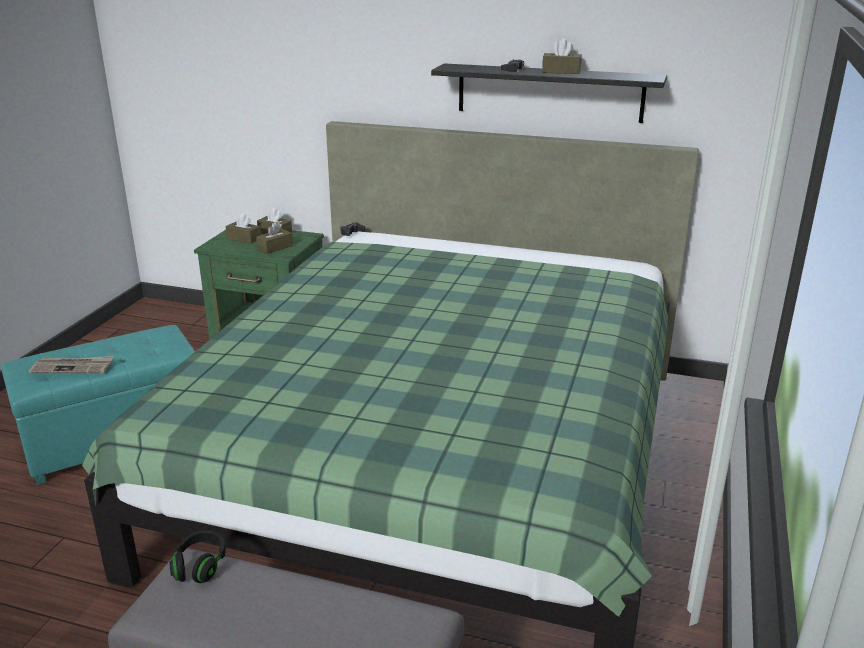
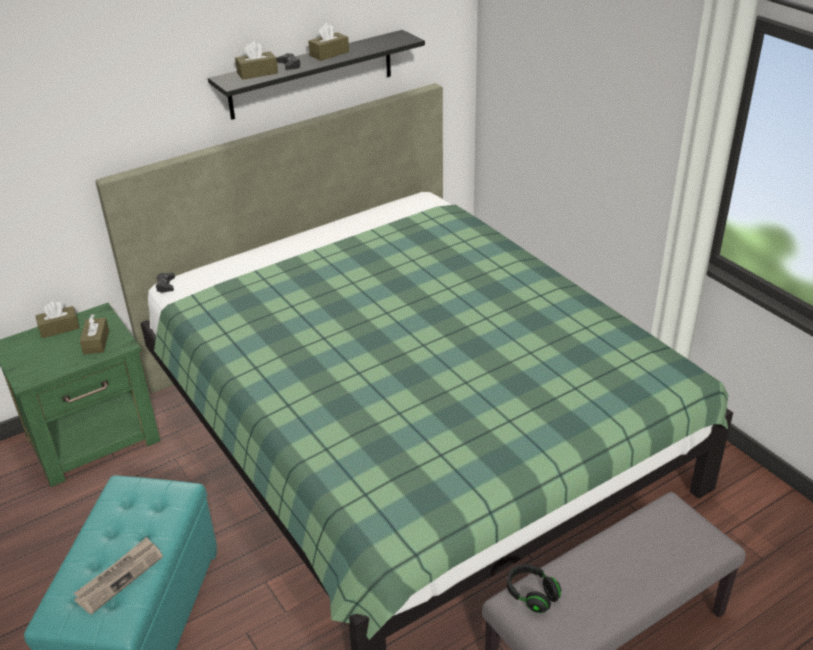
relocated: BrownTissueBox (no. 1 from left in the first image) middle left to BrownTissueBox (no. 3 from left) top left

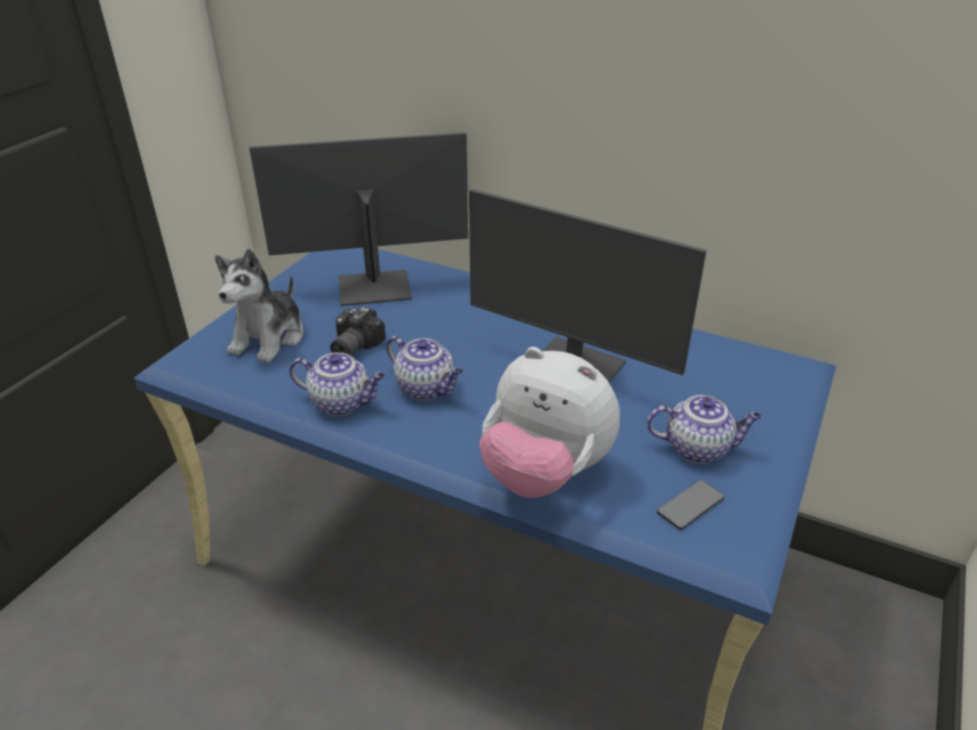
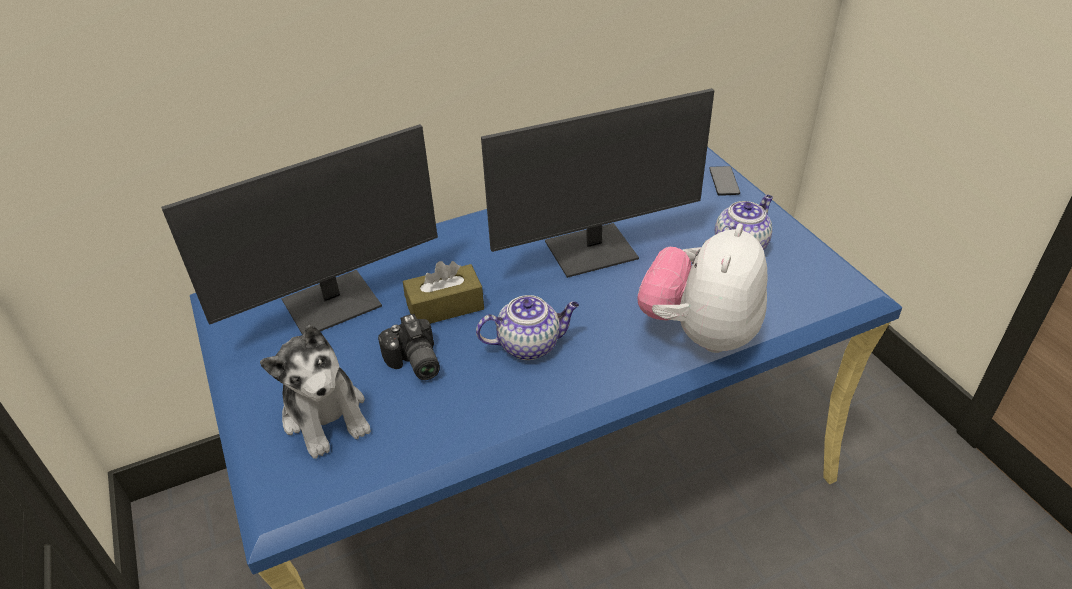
missing: Teapot (no. 1 from left) centre
appeared: BrownTissueBox centre
relocated: Phone bottom right to top right
spun: Monitor (no. 1 from left) top centre = middle left 150 degrees counterclockwise; PlushToy (no. 2 from left) centre = centre 135 degrees clockwise

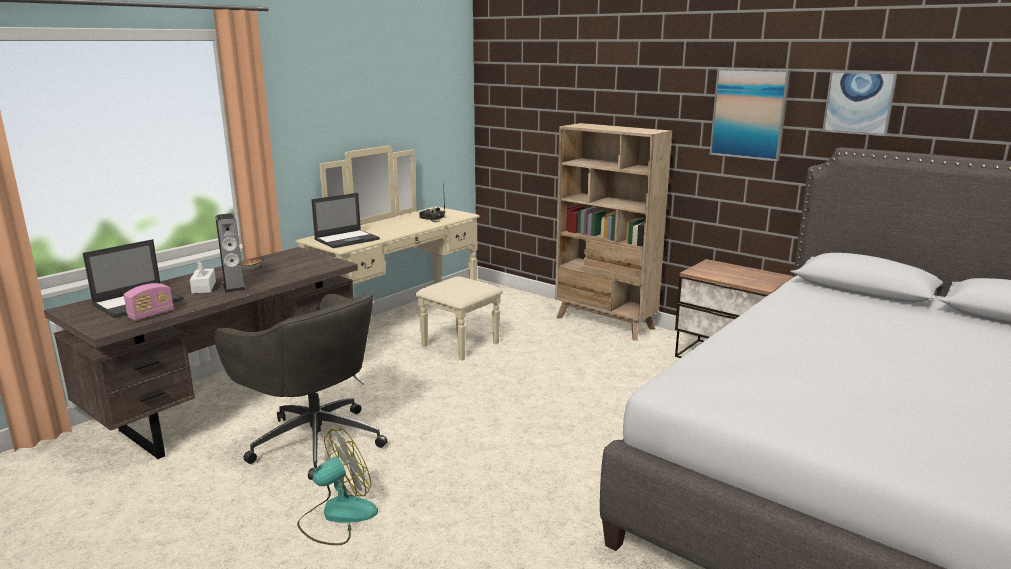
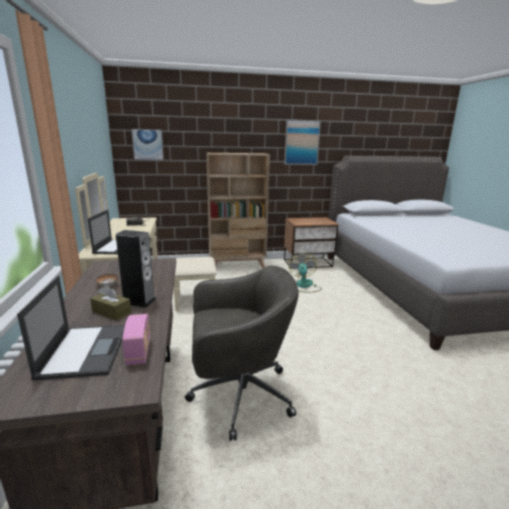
relocated: Picture (no. 2 from left in the first image) top right to Picture (no. 1 from left) top left; Fan bottom centre to centre
colour: WhiteTissueBox middle left to BrownTissueBox middle left

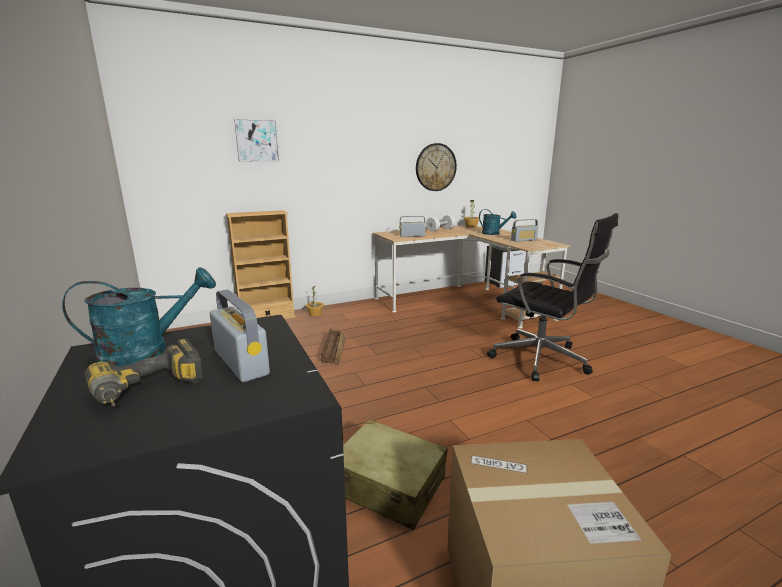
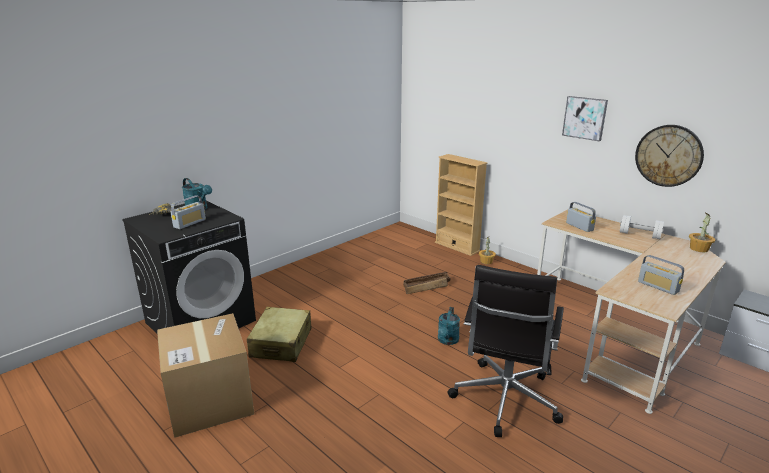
relocated: TurquoiseWateringCan (no. 2 from left) centre to bottom centre; Picture top left to top right

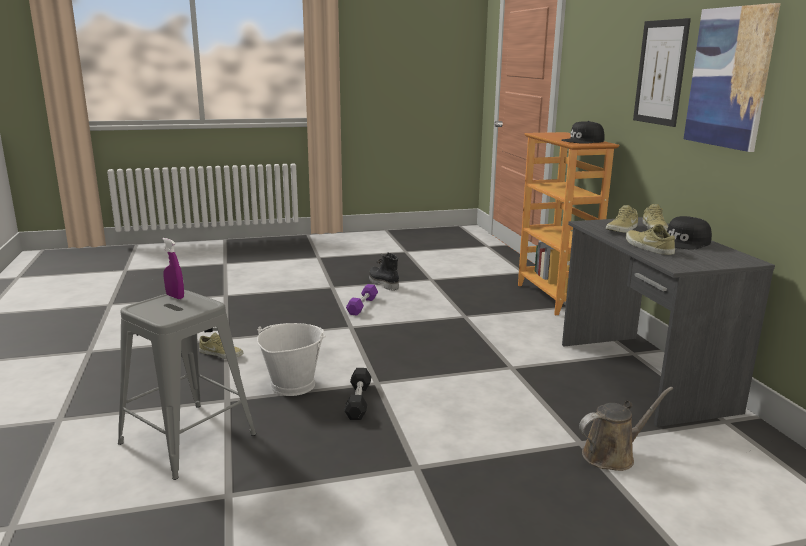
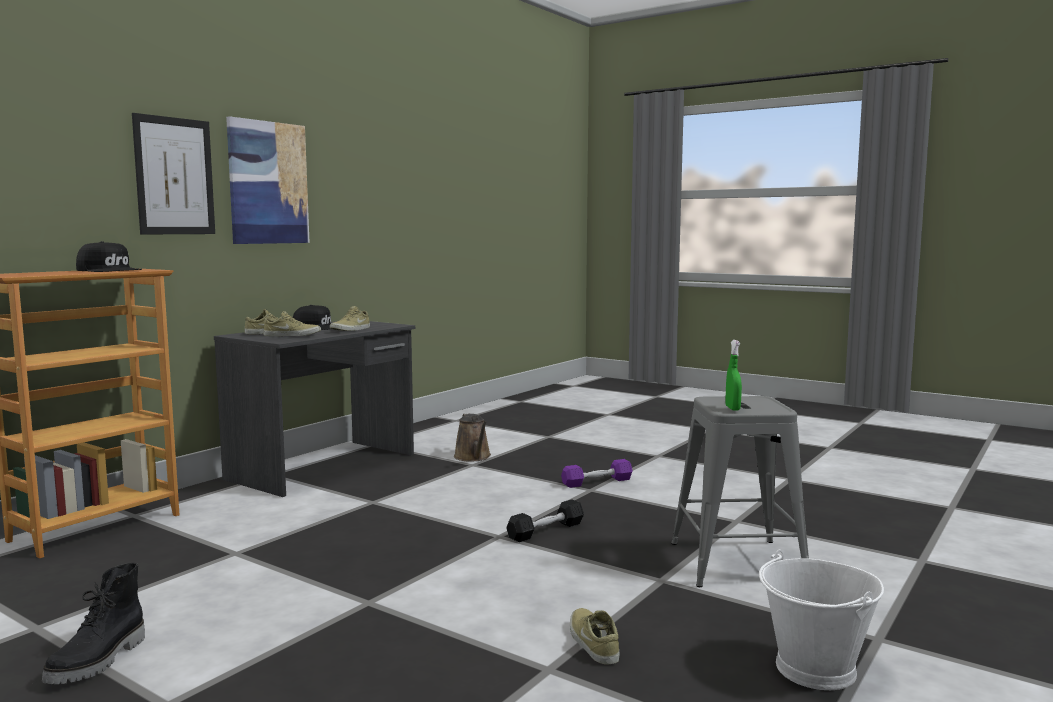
relocated: PurpleDumbbell centre to bottom centre; WhiteBucket centre to bottom right
colour: PurpleSprayBottle middle left to GreenSprayBottle middle right
spun: BrownWateringCan bottom right = centre 135 degrees counterclockwise

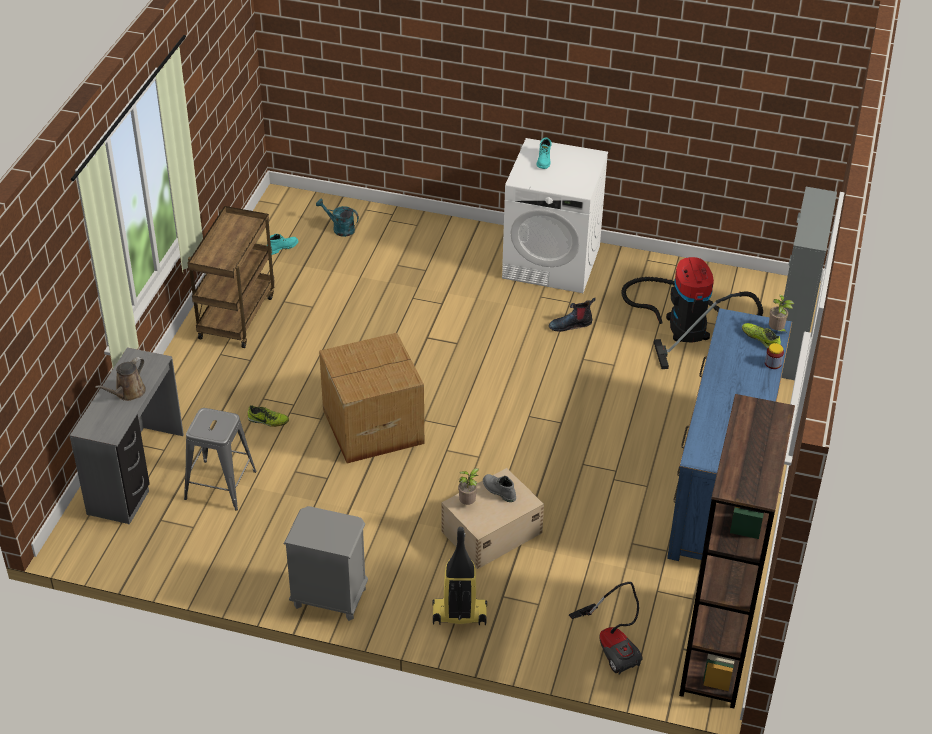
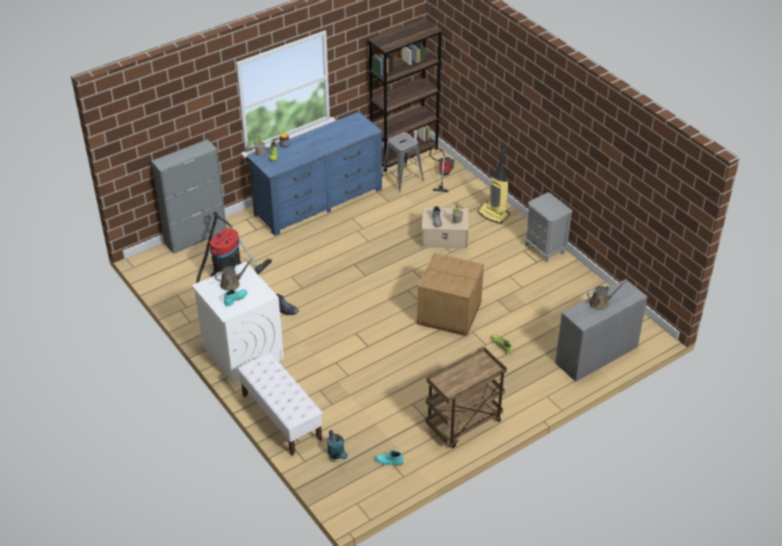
appeared: BrownWateringCan (no. 1 from left) middle left; WhiteBench bottom centre
relocated: GreyStool middle left to top centre

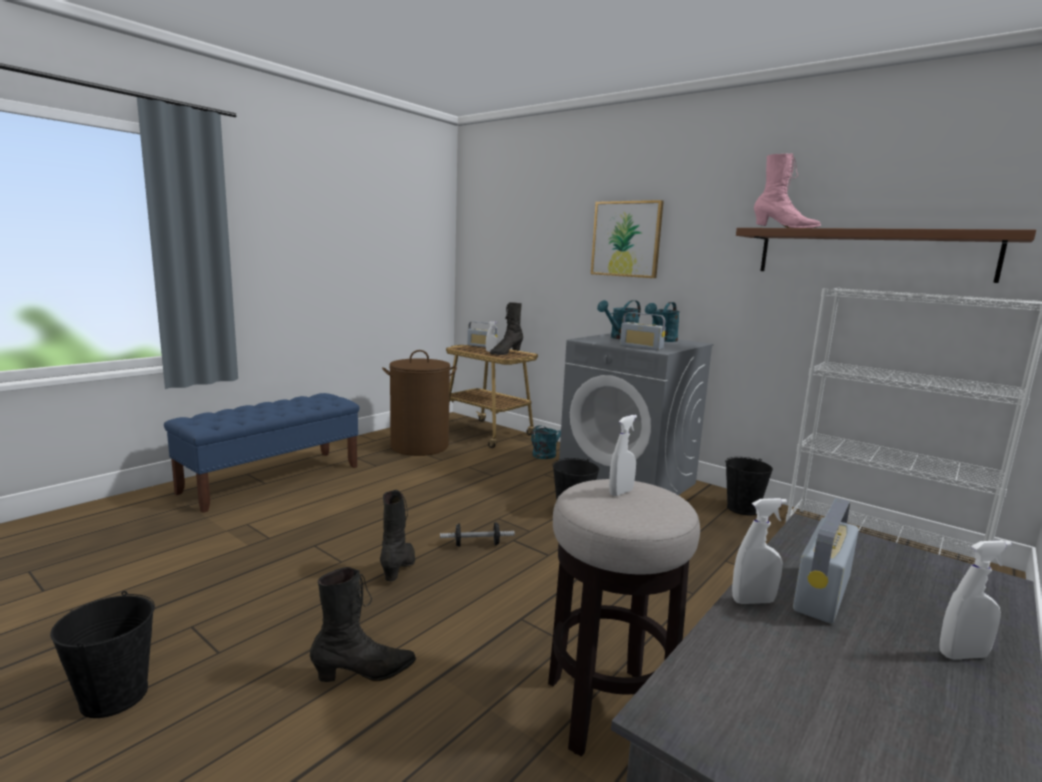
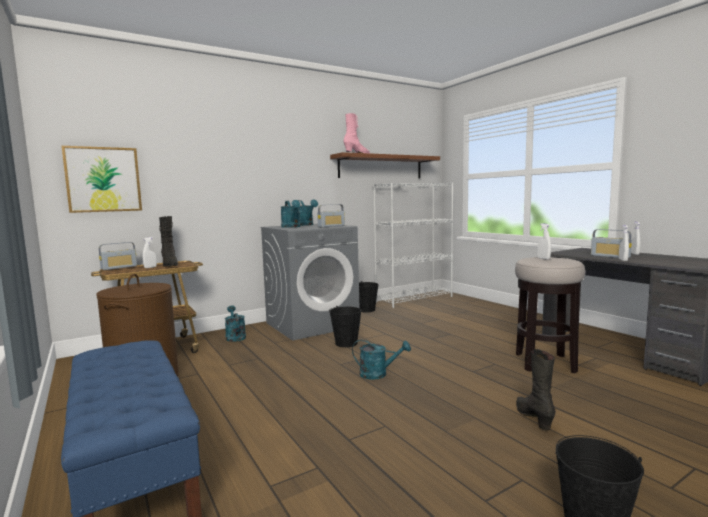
missing: BlackBoot (no. 2 from left) bottom centre
relocated: Picture top centre to middle left
exchanged: Dumbbell bottom centre to TurquoiseWateringCan (no. 4 from left) bottom centre

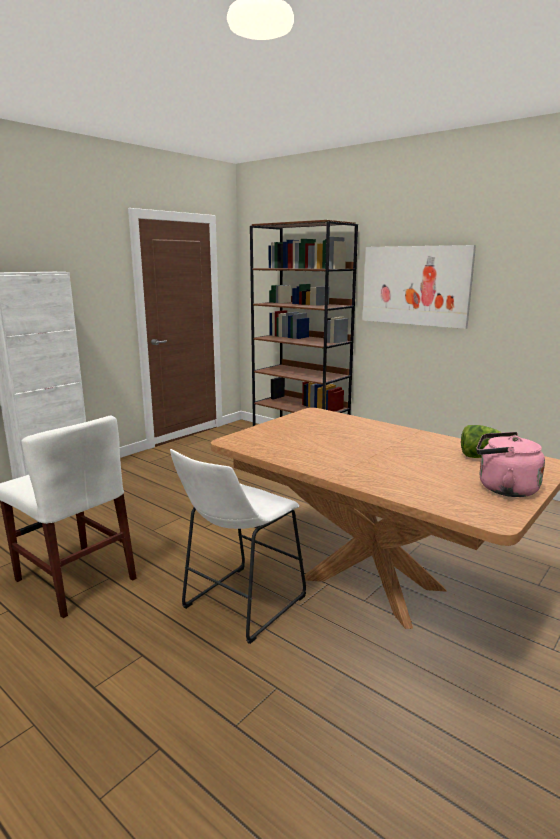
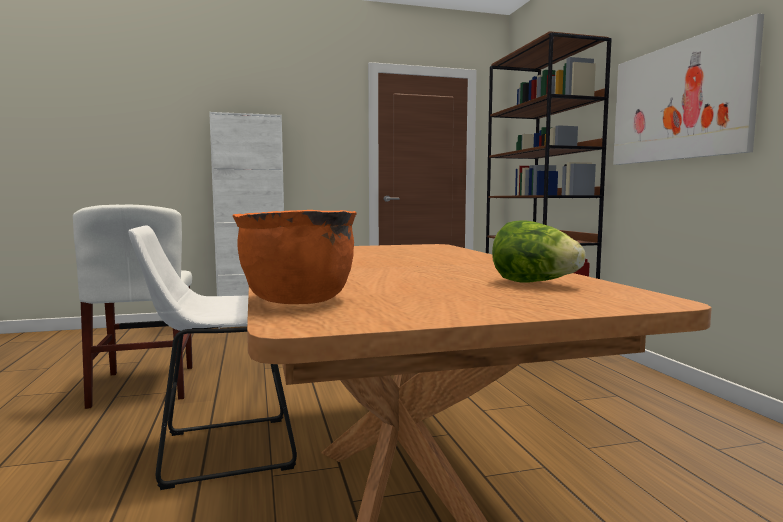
missing: PinkKettle middle right
appeared: OrangeCookingPot centre

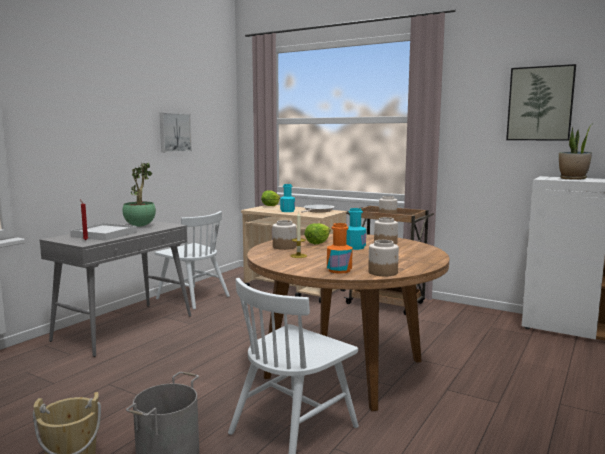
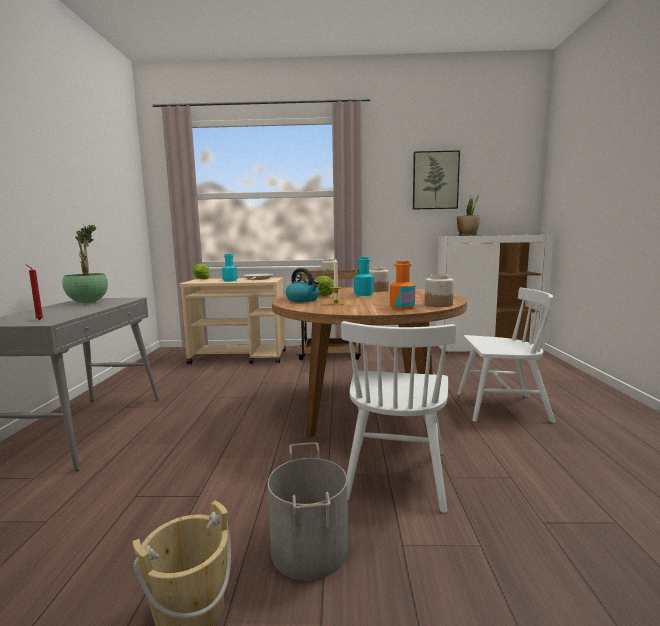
missing: WhiteTray middle left; Picture (no. 1 from left) top left
relocated: WhiteChair (no. 1 from left in the first image) middle left to WhiteChair (no. 2 from left) middle right
exchanged: Jar (no. 1 from left) centre to Kettle centre

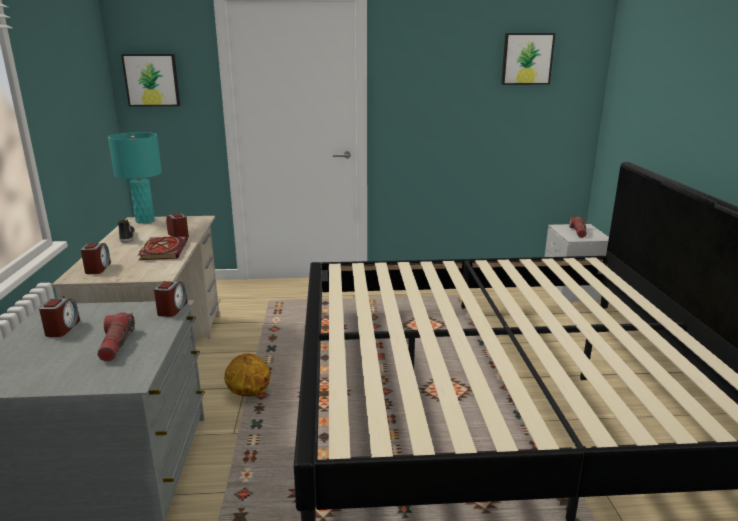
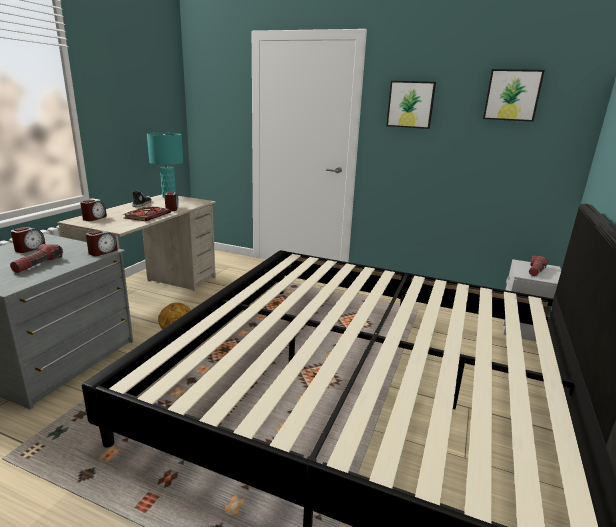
relocated: Picture (no. 1 from left) top left to top right

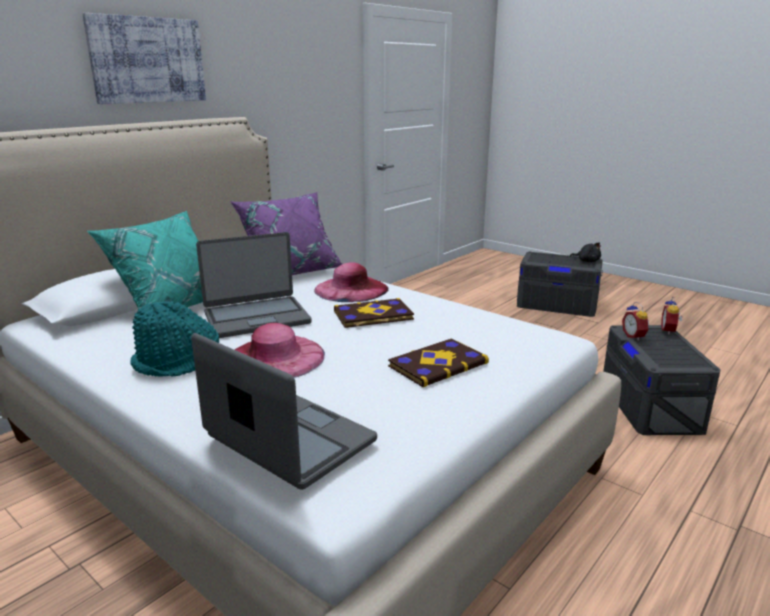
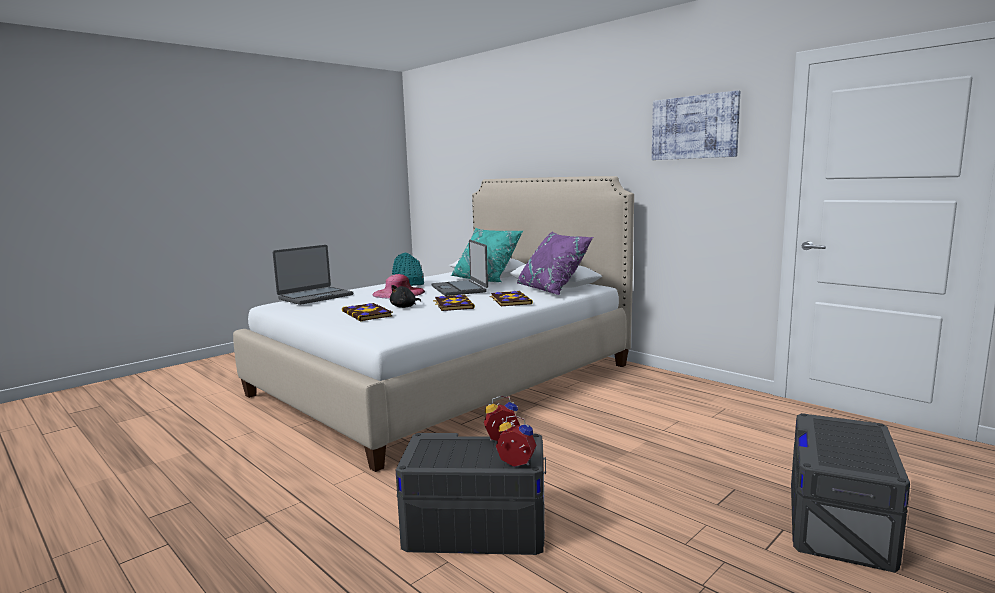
relocated: BlackPlushToy middle right to centre; Picture top left to top right
exchanged: PinkHat (no. 2 from left) centre to Book (no. 3 from left) centre

